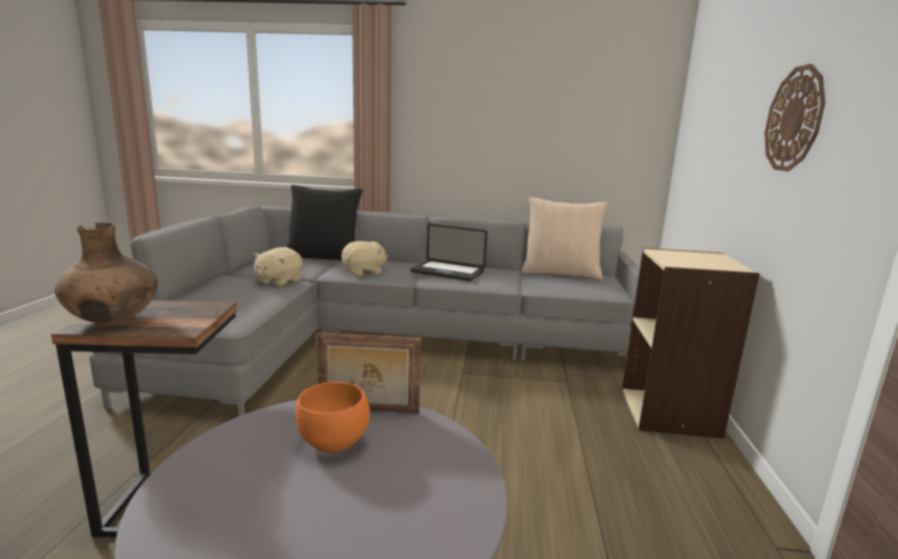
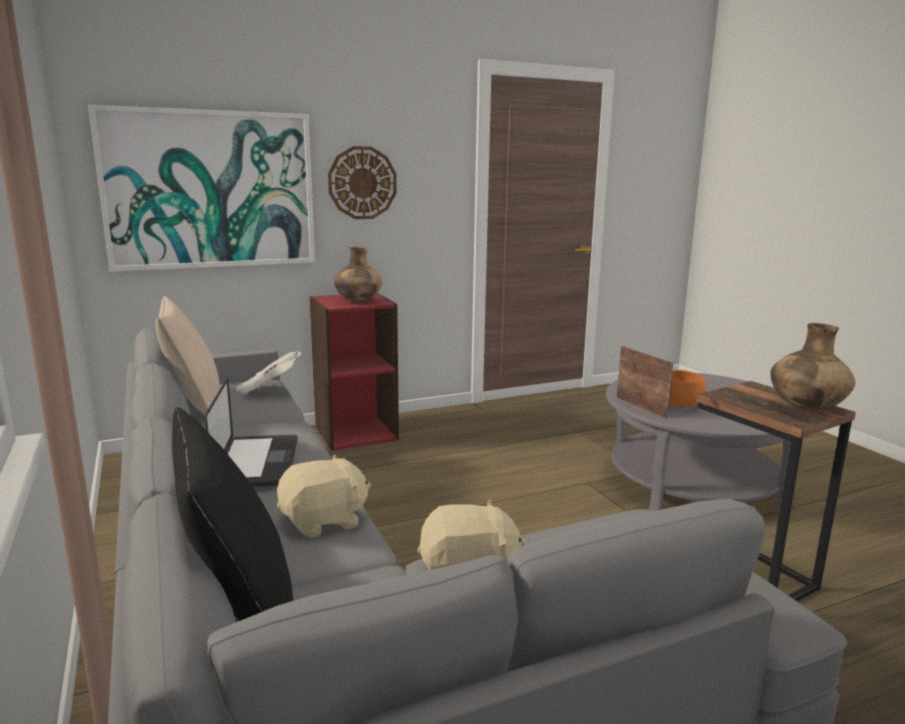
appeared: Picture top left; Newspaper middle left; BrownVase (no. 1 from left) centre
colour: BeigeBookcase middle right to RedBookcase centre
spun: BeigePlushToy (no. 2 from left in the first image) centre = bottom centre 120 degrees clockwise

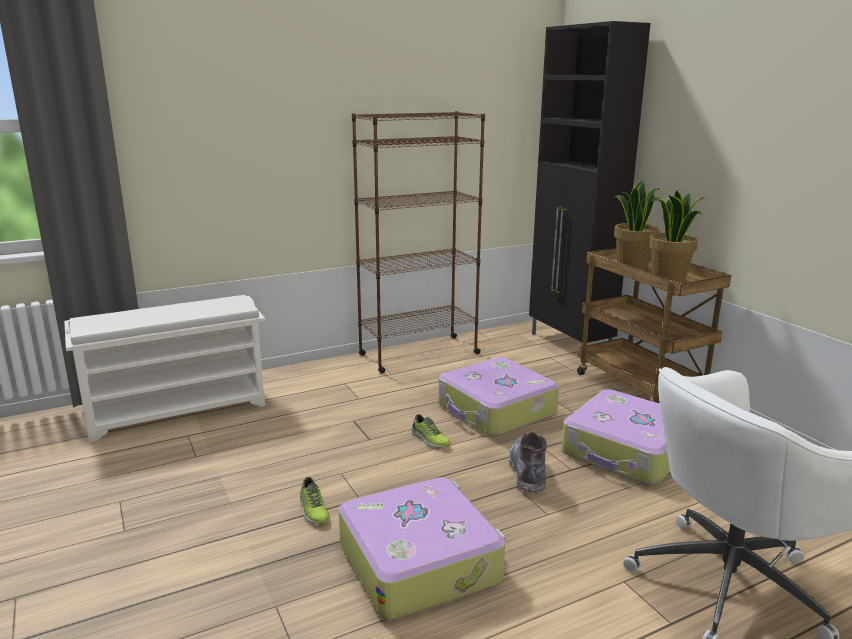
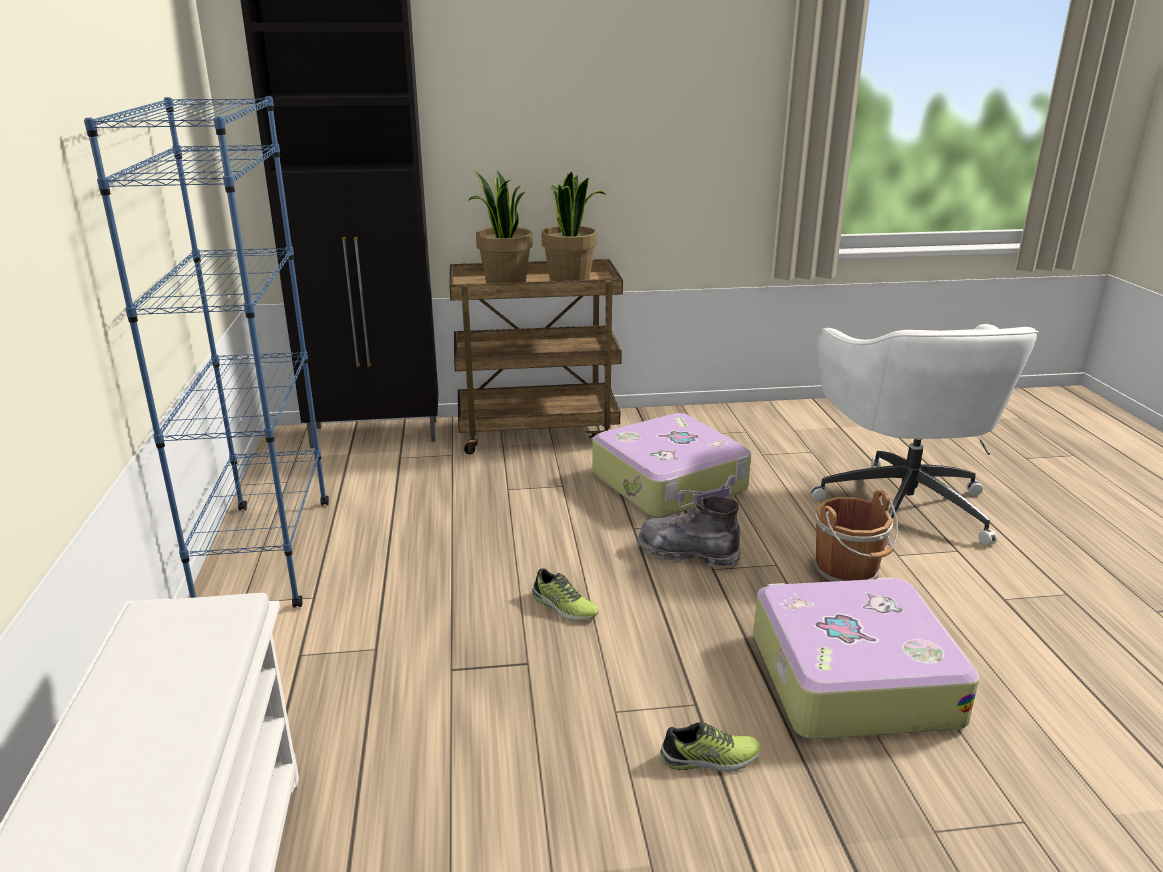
missing: Suitcase (no. 2 from left) centre
appeared: BrownBucket middle right
colour: BrownBookcase centre to BlueBookcase middle left
spun: Shoe (no. 2 from left in the first image) bottom centre = bottom centre 60 degrees clockwise

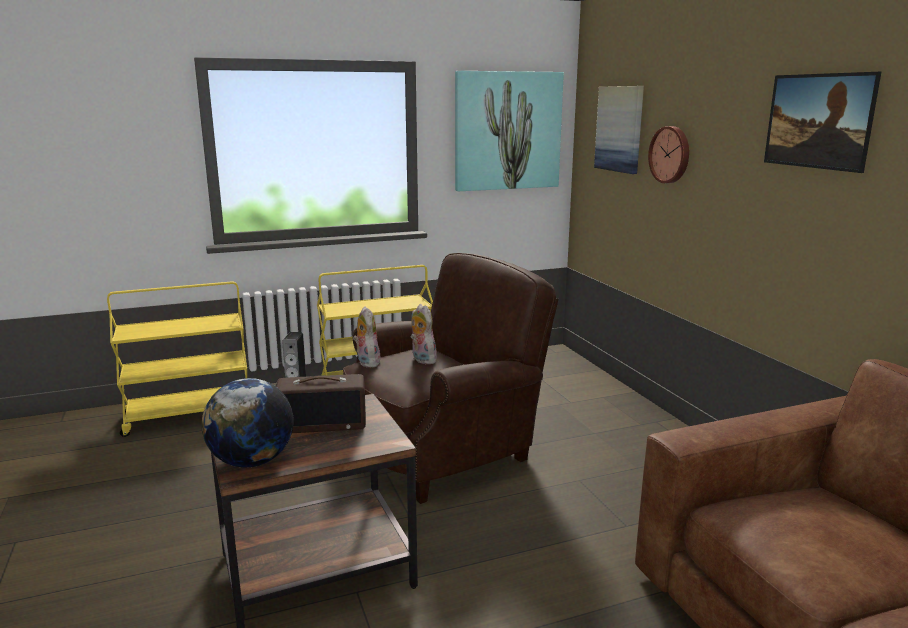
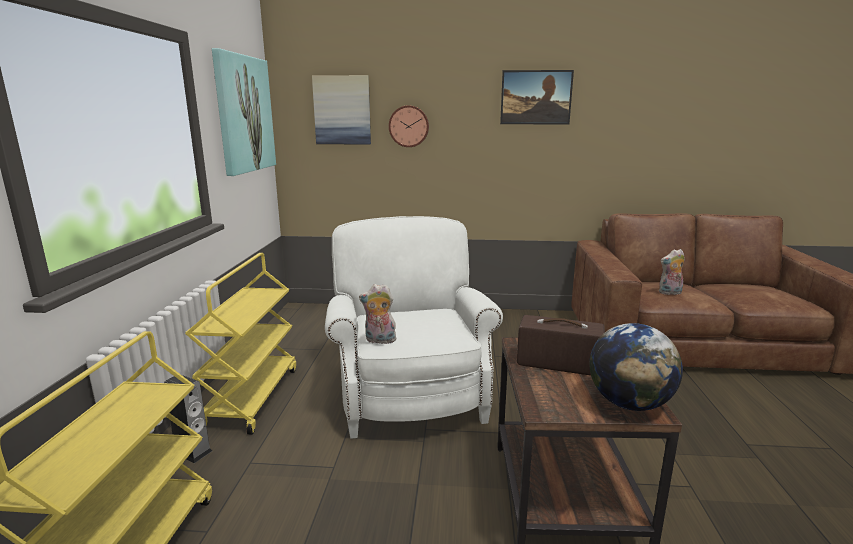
relocated: PlushToy (no. 2 from left) centre to middle right
colour: BrownArmchair centre to WhiteArmchair centre
spun: Radio centre = centre 90 degrees counterclockwise

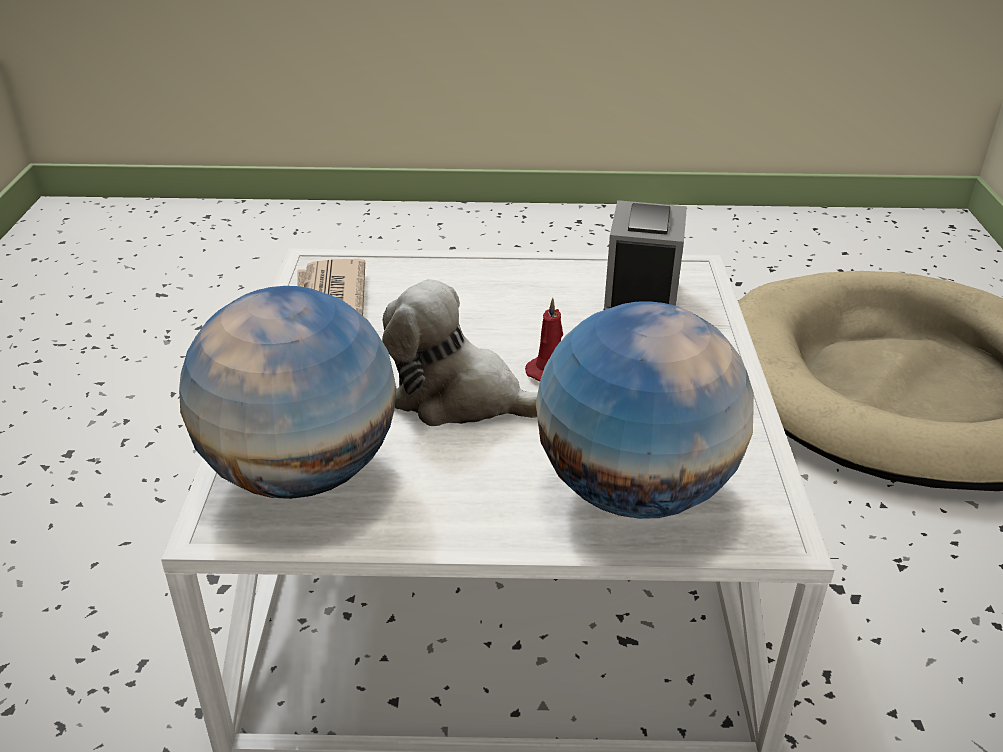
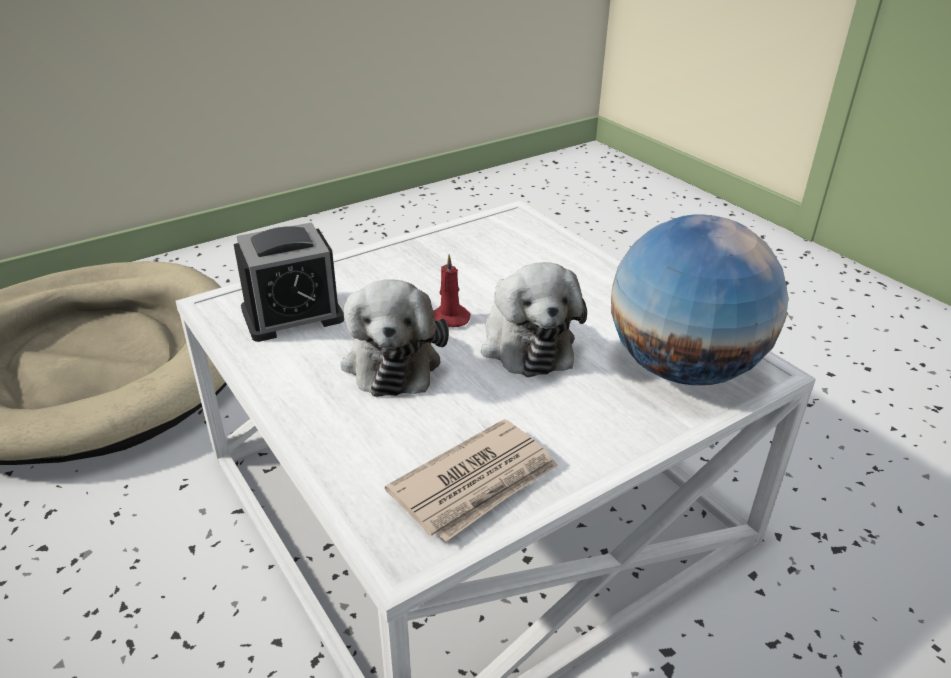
missing: Globe (no. 2 from left) centre
appeared: PlushToy (no. 1 from left) centre

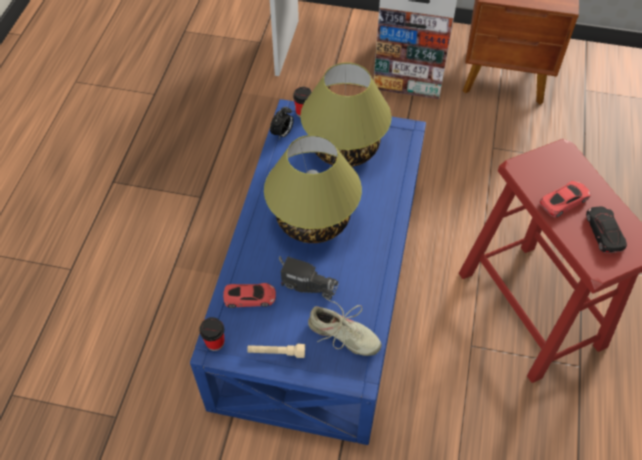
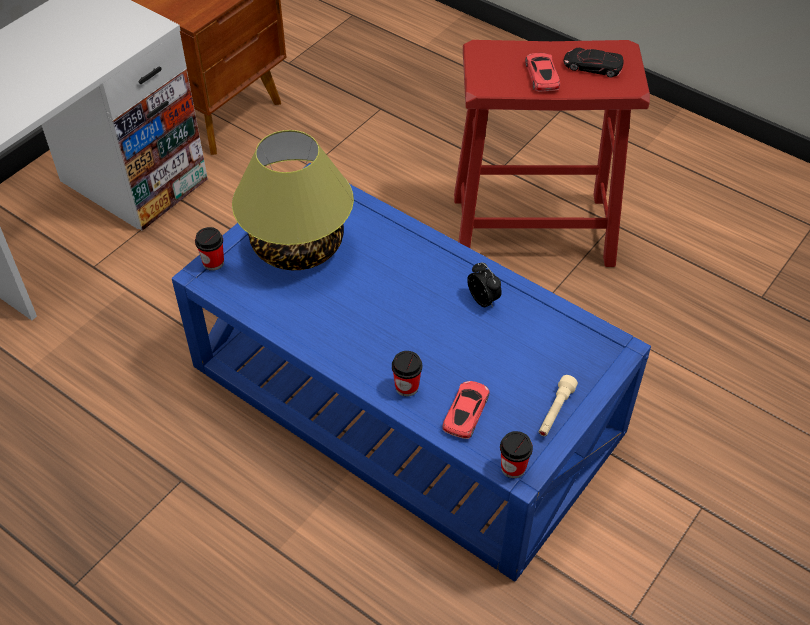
missing: TableLamp (no. 1 from left) centre; ToyTruck centre; BeigeShoe bottom centre
appeared: Cup (no. 2 from left) centre
relocated: AlarmClock top centre to centre

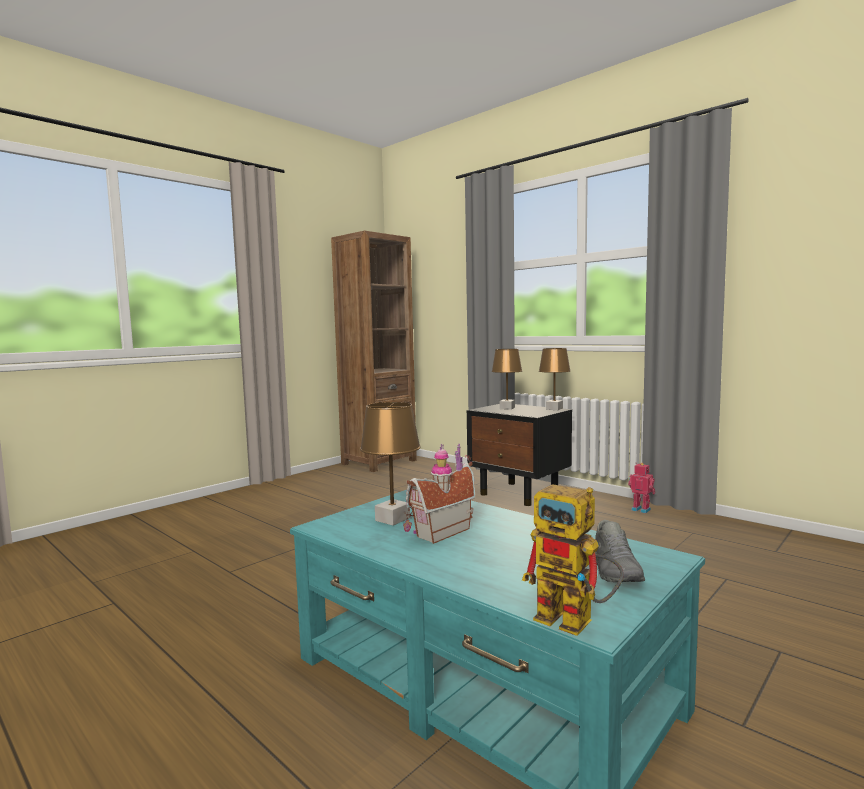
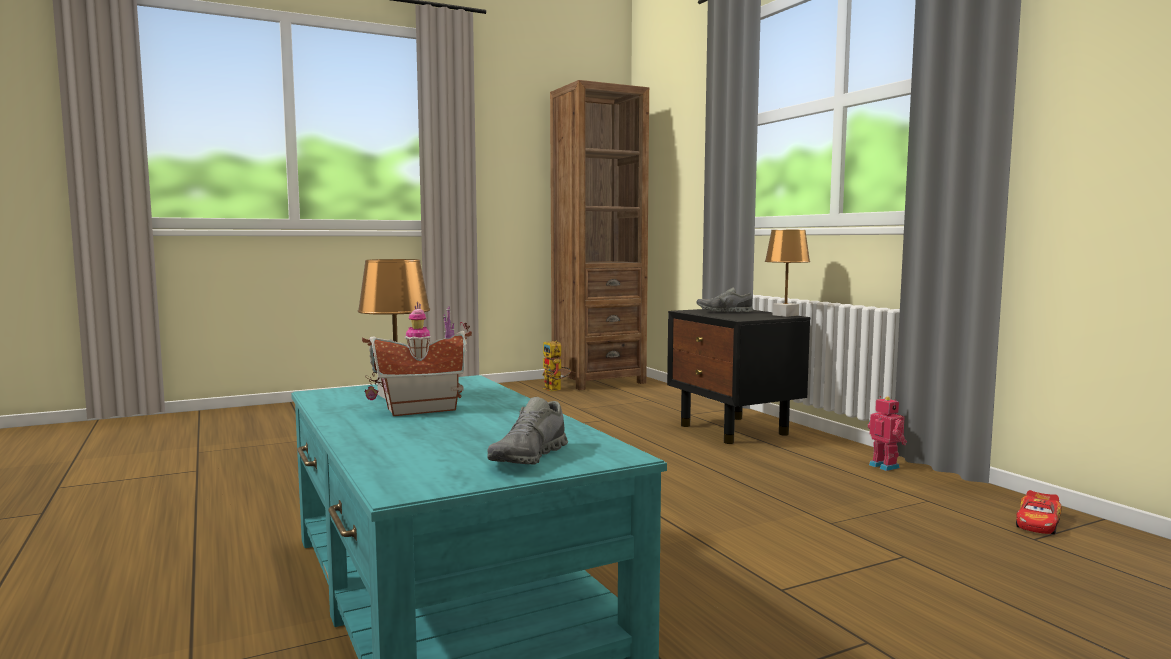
appeared: ToyCar bottom right
relocated: ToyRobot (no. 1 from left) bottom centre to centre
exchanged: BrownTableLamp (no. 2 from left) centre to GreyShoe (no. 2 from left) centre

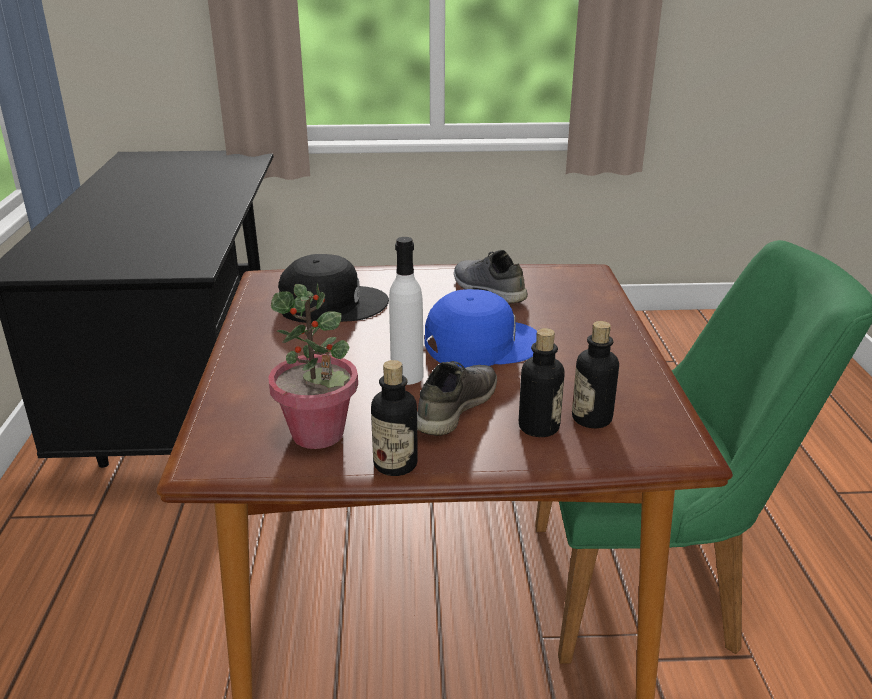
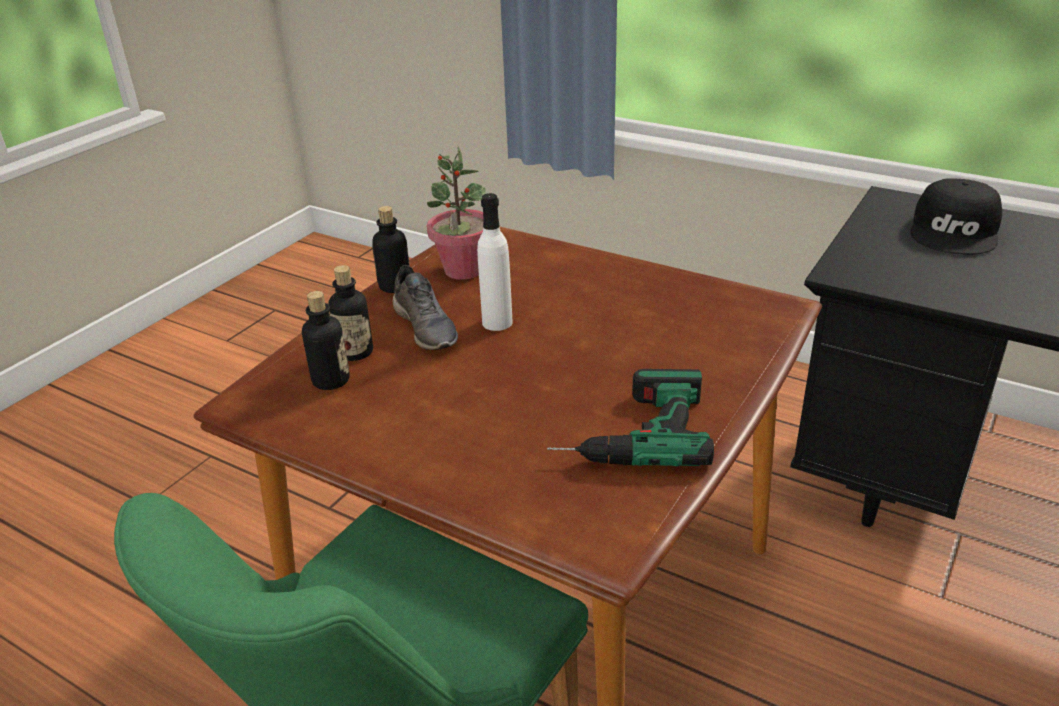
missing: BlueCap centre
relocated: BlackCap centre to top right
exchanged: GreyShoe (no. 2 from left) centre to PowerDrill centre

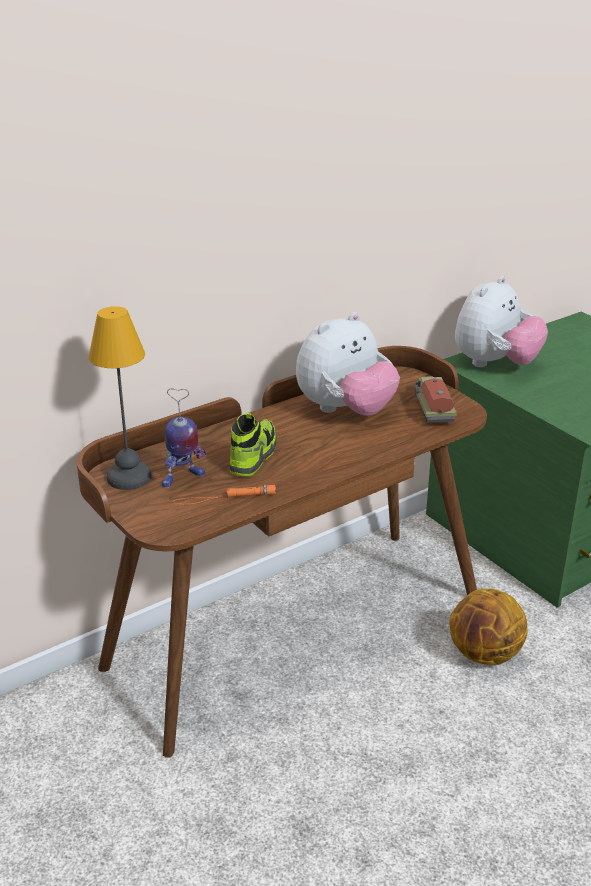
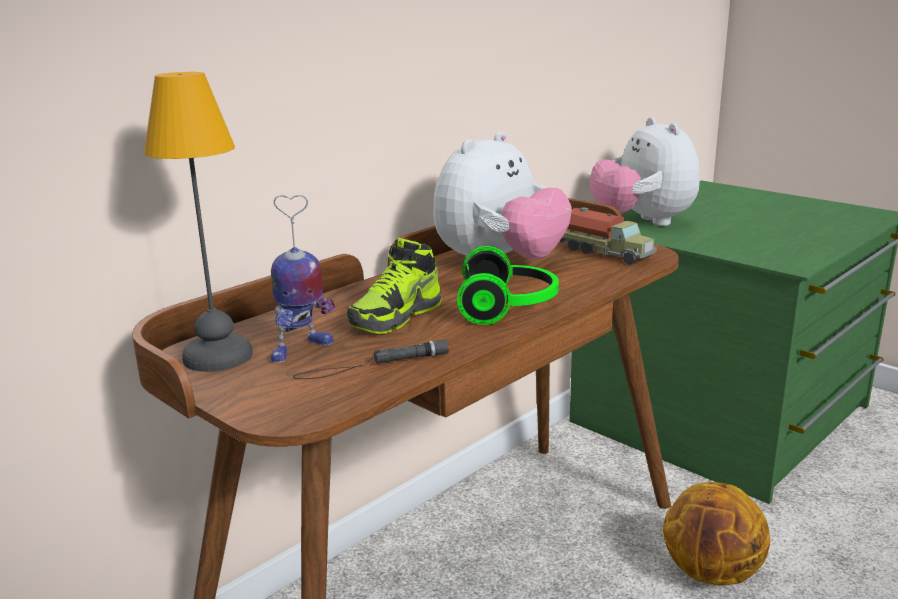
appeared: Headphones centre
colour: OrangeFlashlight centre to BlackFlashlight centre
spun: Shoe centre = centre 150 degrees counterclockwise; ToyTruck middle right = middle right 150 degrees clockwise; PlushToy (no. 2 from left) middle right = top right 135 degrees clockwise

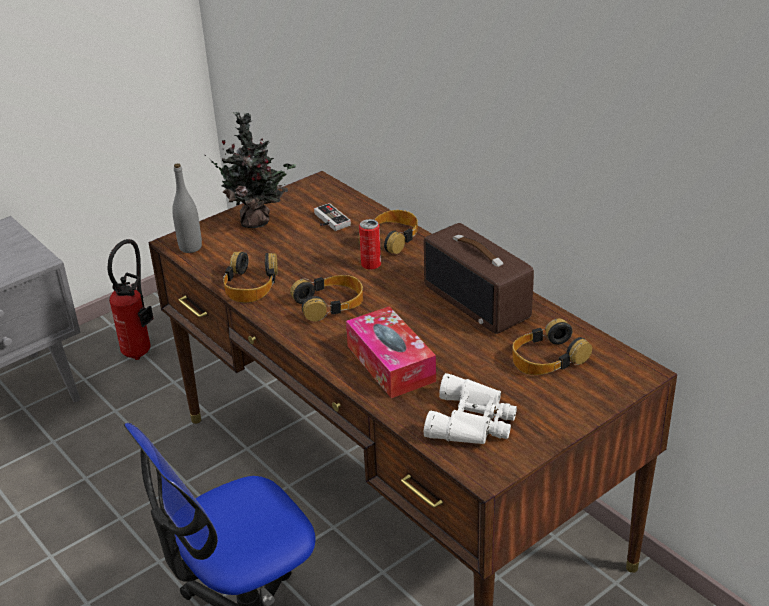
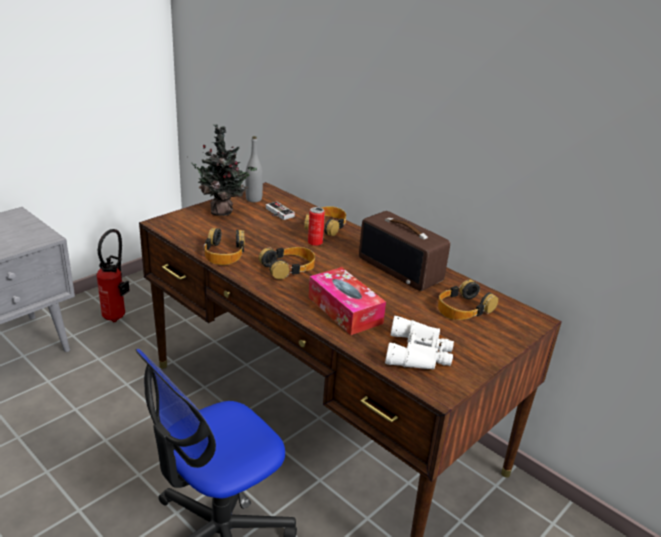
relocated: GreyBottle middle left to top centre

